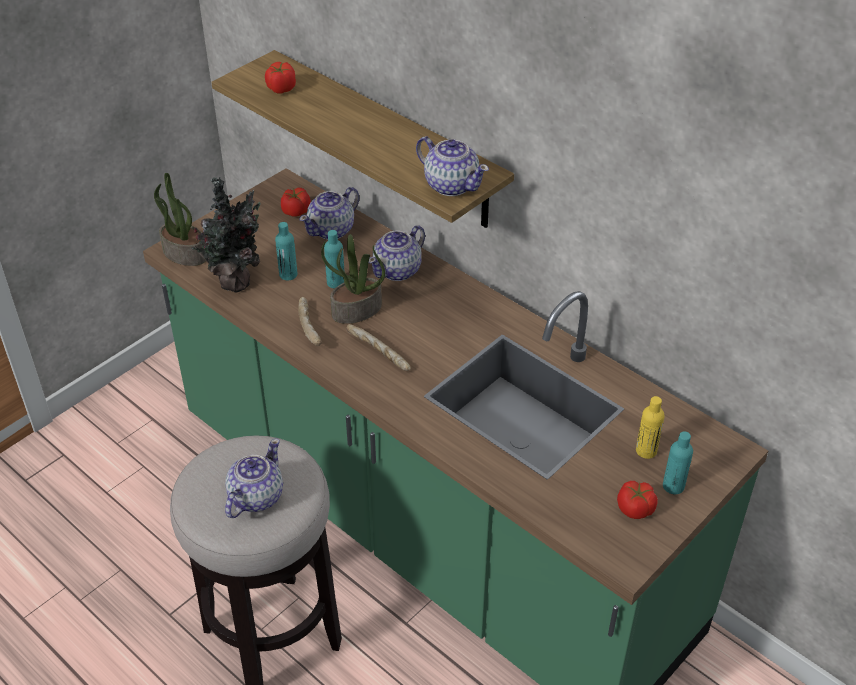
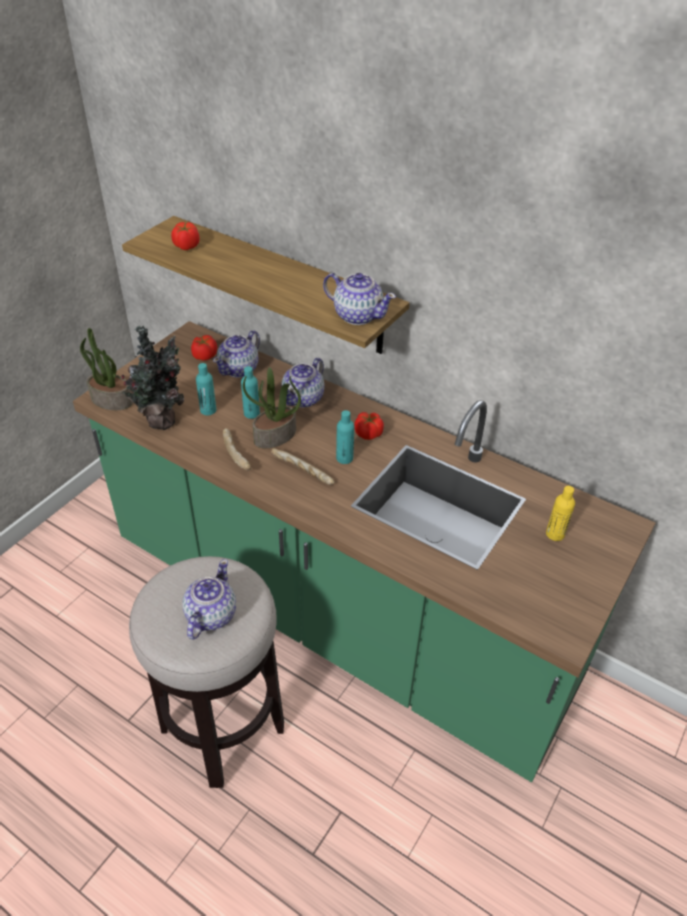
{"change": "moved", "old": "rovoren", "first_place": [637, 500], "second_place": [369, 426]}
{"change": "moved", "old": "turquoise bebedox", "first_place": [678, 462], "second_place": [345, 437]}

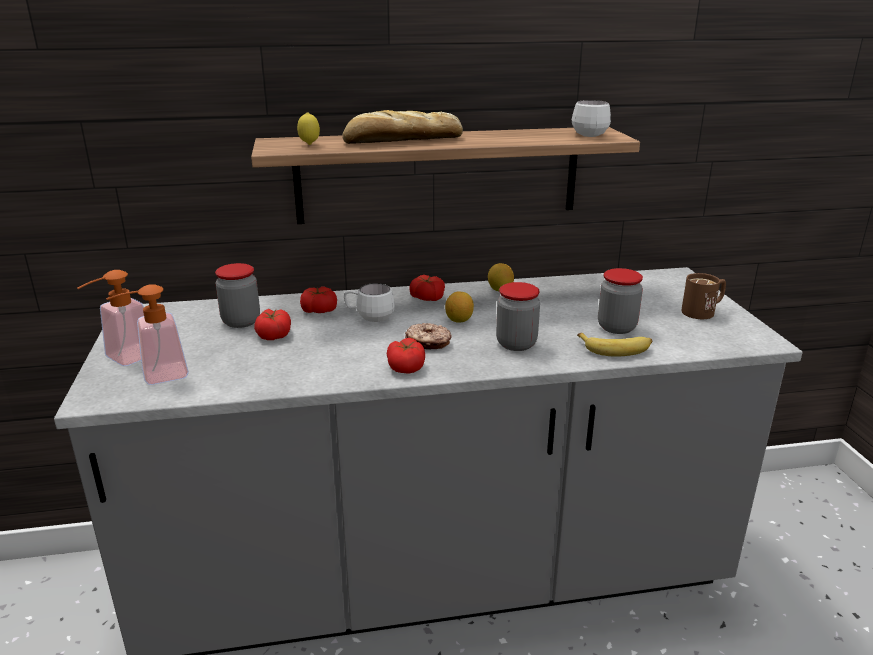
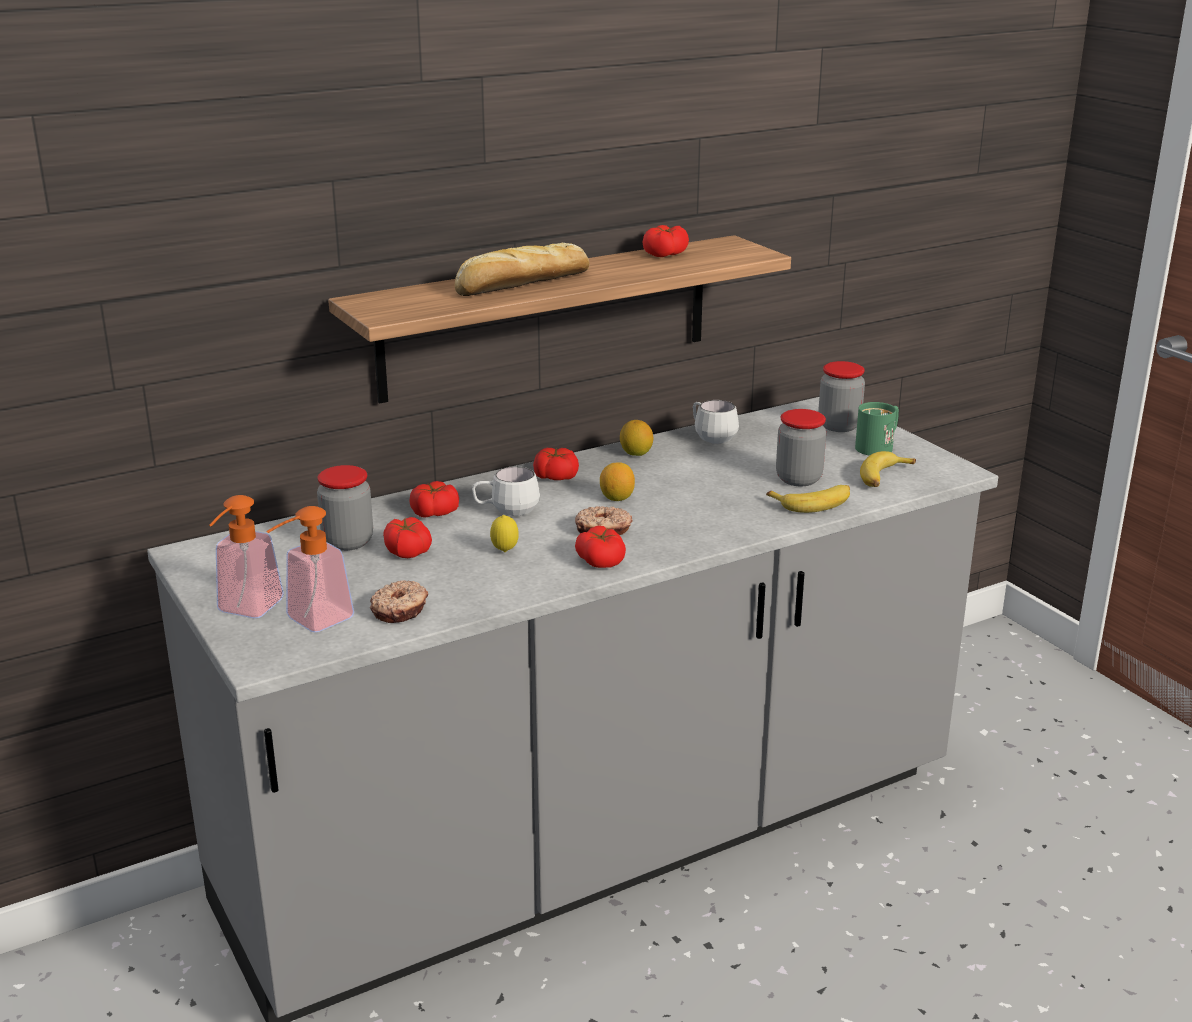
{"change": "added", "new": "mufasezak", "second_place": [399, 601]}
{"change": "added", "new": "rovoren", "second_place": [666, 241]}
{"change": "added", "new": "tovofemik", "second_place": [888, 469]}
{"change": "moved", "old": "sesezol", "first_place": [308, 129], "second_place": [504, 533]}
{"change": "moved", "old": "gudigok", "first_place": [518, 316], "second_place": [841, 396]}
{"change": "moved", "old": "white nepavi", "first_place": [591, 118], "second_place": [716, 422]}
{"change": "recoloured", "old": "brown nepavi", "new": "green nepavi", "first_place": [703, 296], "second_place": [877, 429]}

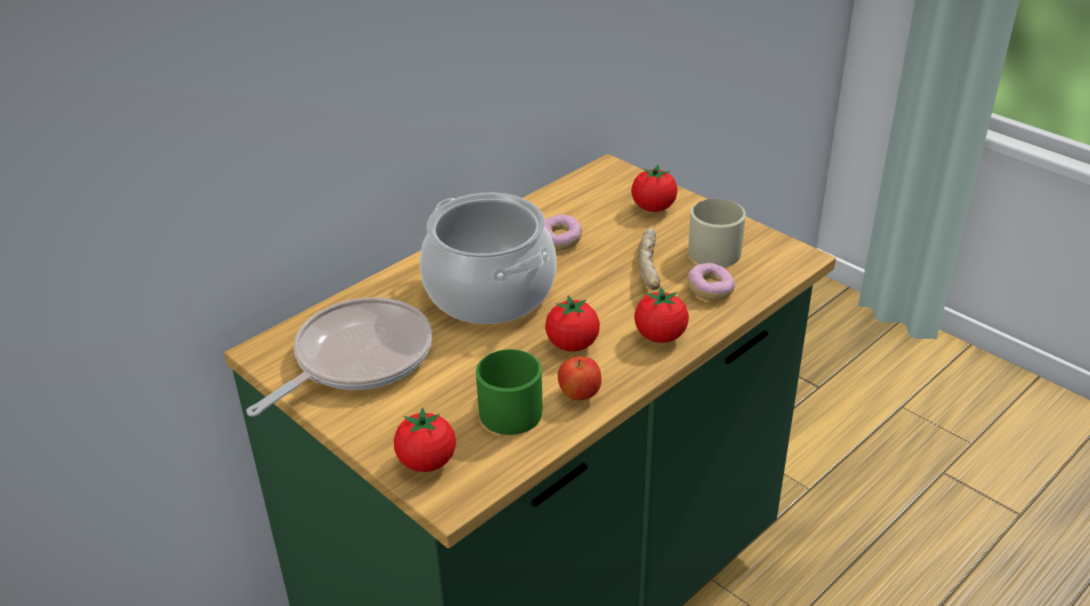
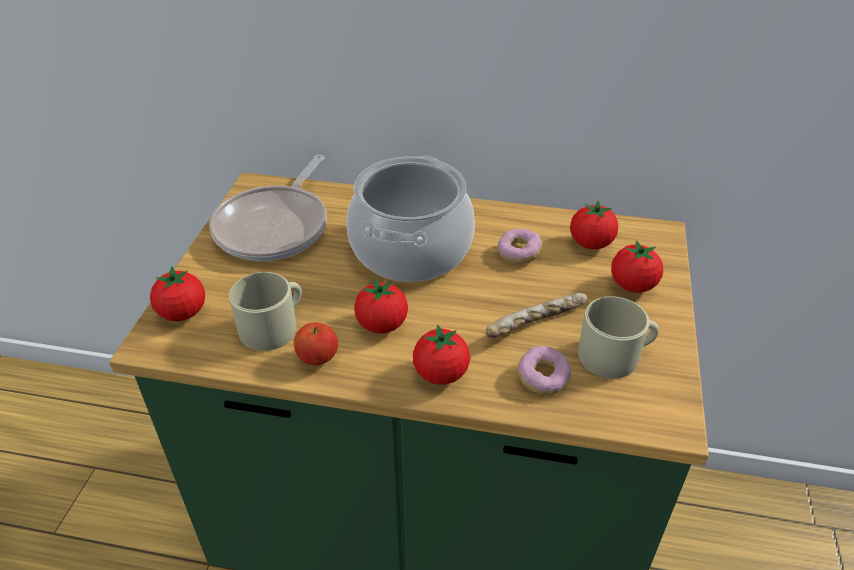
{"change": "added", "new": "rovoren", "second_place": [594, 224]}
{"change": "recoloured", "old": "green nepavi", "new": "beige nepavi", "first_place": [509, 392], "second_place": [265, 311]}
{"change": "turned", "old": "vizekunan", "first_place": [339, 357], "second_place": [268, 208], "degrees": 105}

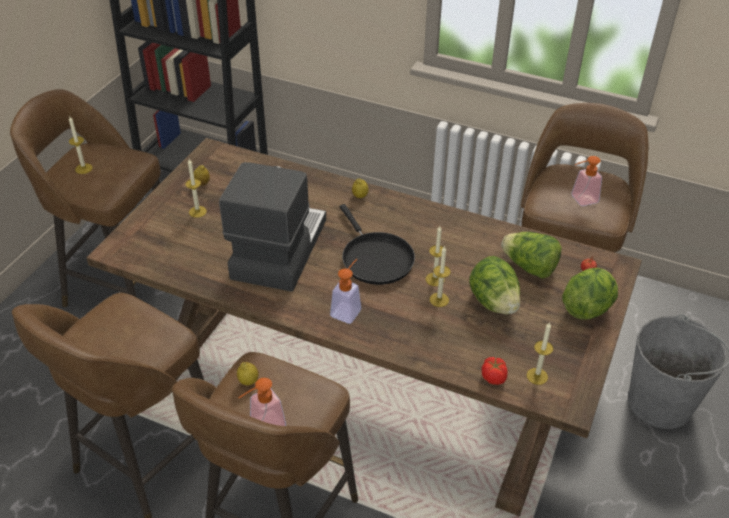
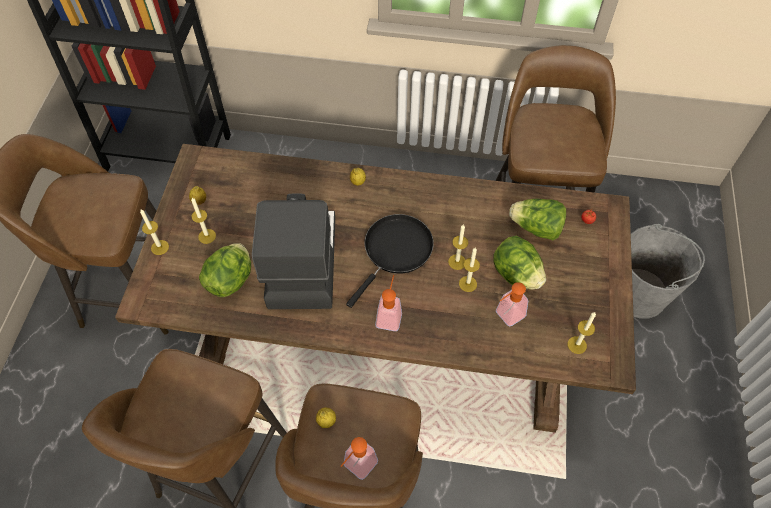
{"change": "removed", "old": "rovoren", "first_place": [495, 371]}
{"change": "moved", "old": "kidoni", "first_place": [81, 145], "second_place": [154, 232]}
{"change": "moved", "old": "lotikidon", "first_place": [590, 294], "second_place": [225, 270]}
{"change": "moved", "old": "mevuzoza", "first_place": [586, 181], "second_place": [512, 304]}
{"change": "turned", "old": "black vizekunan", "first_place": [377, 244], "second_place": [390, 261], "degrees": -105}

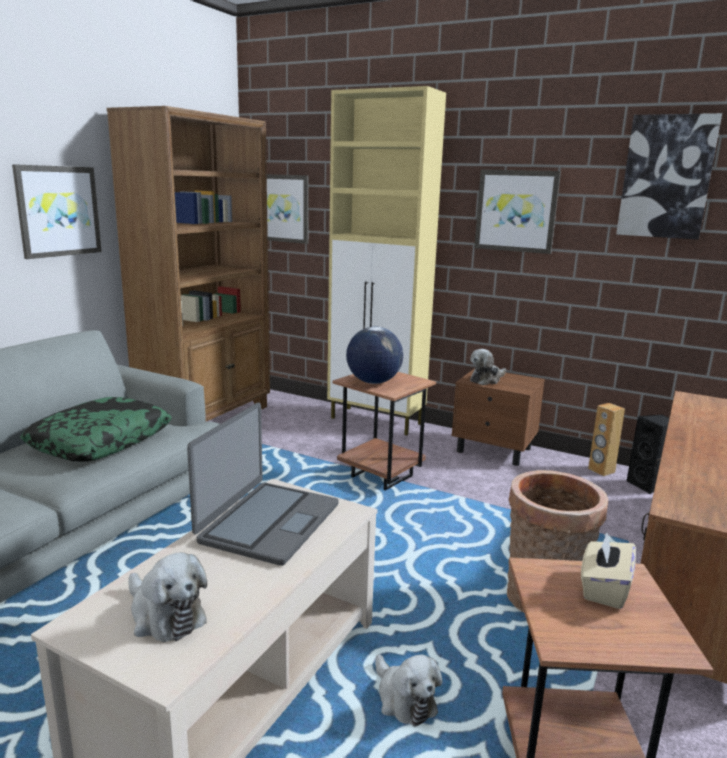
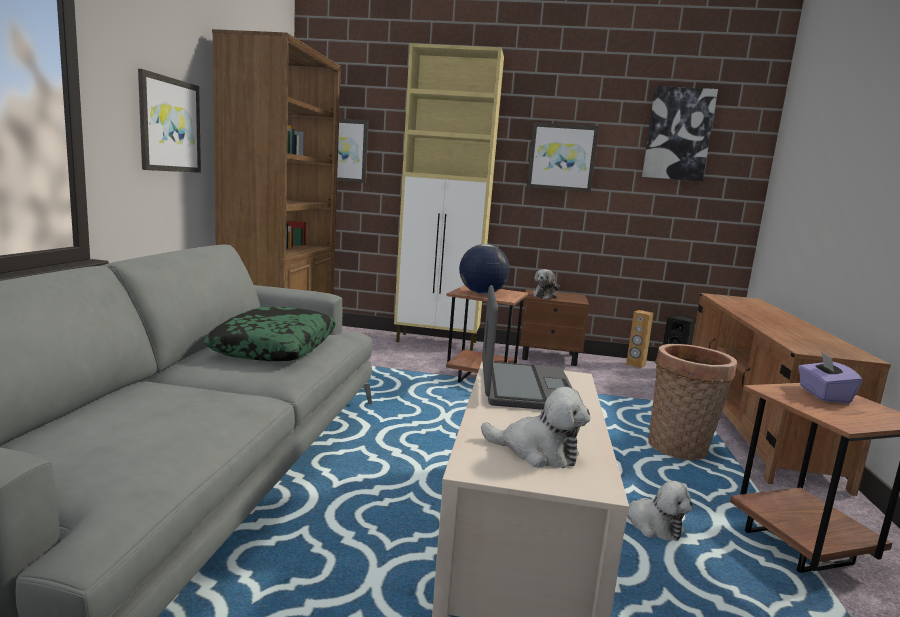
{"change": "recoloured", "old": "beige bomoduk", "new": "purple bomoduk", "first_place": [608, 570], "second_place": [830, 378]}

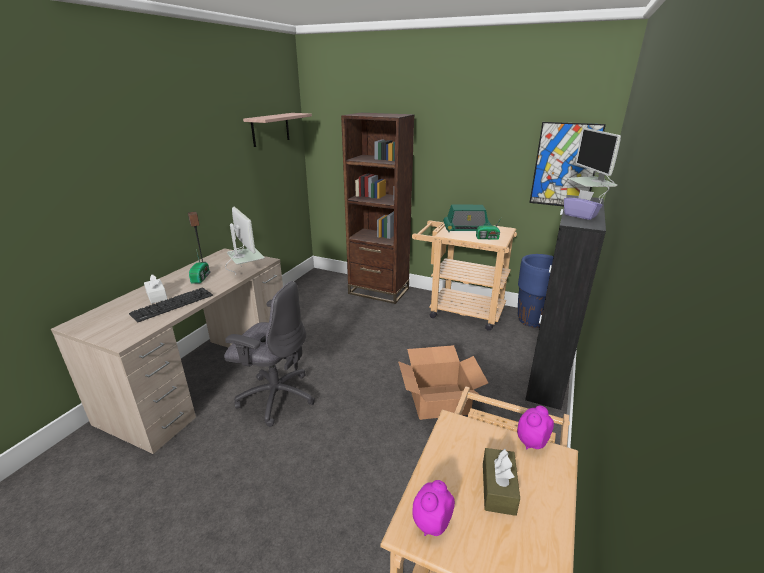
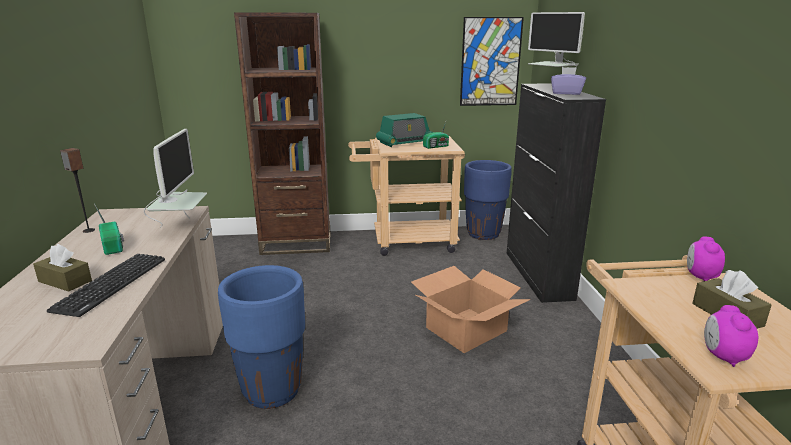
{"change": "removed", "old": "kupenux", "first_place": [277, 130]}
{"change": "replaced", "old": "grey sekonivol", "new": "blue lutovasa", "first_place": [269, 354], "second_place": [261, 337]}
{"change": "recoloured", "old": "white bomoduk", "new": "brown bomoduk", "first_place": [155, 289], "second_place": [62, 268]}
{"change": "turned", "old": "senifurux", "first_place": [245, 241], "second_place": [175, 178], "degrees": 60}

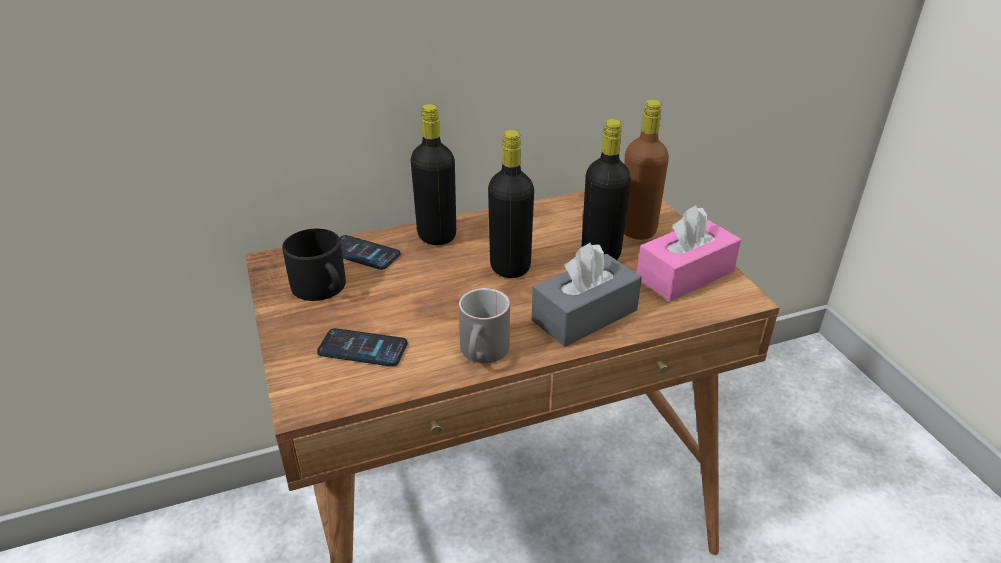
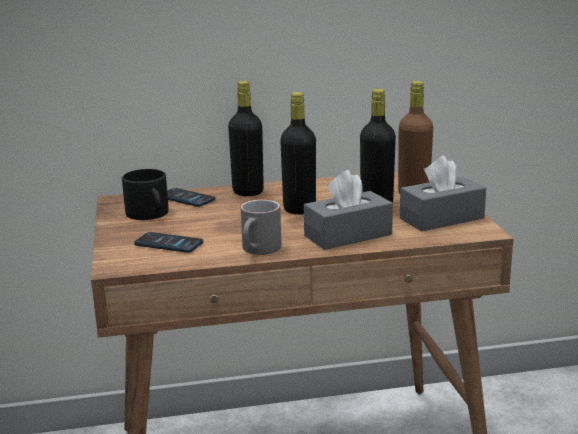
{"change": "recoloured", "old": "pink bomoduk", "new": "grey bomoduk", "first_place": [689, 253], "second_place": [443, 193]}

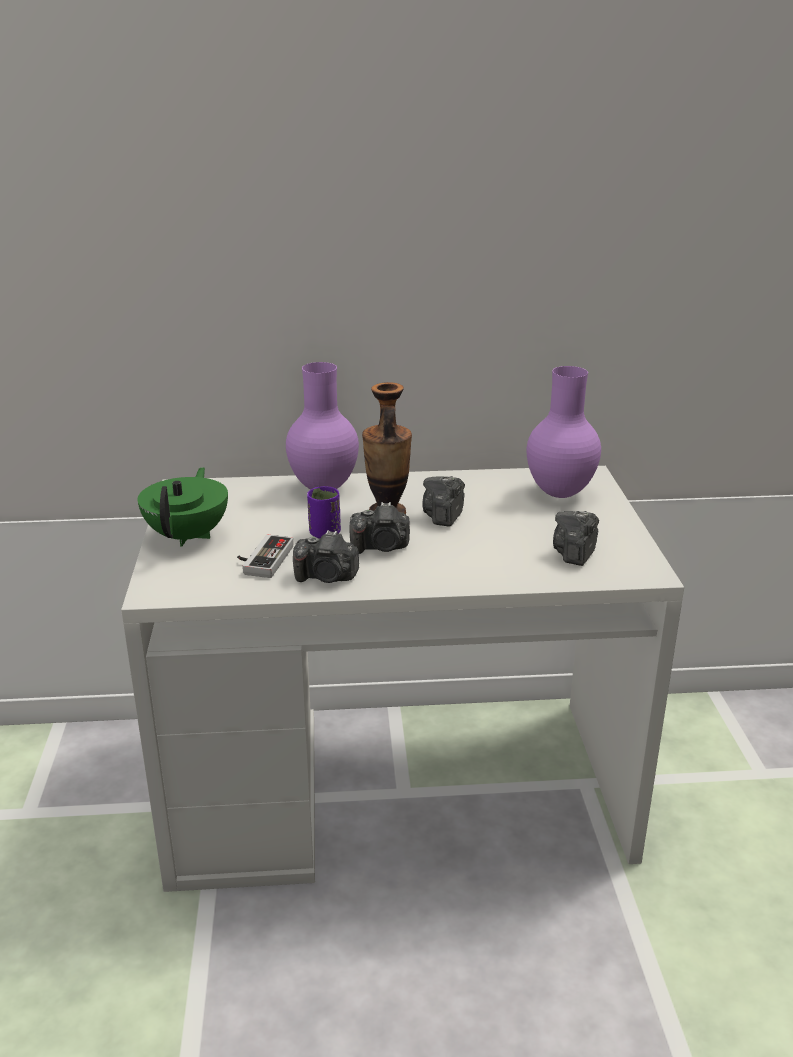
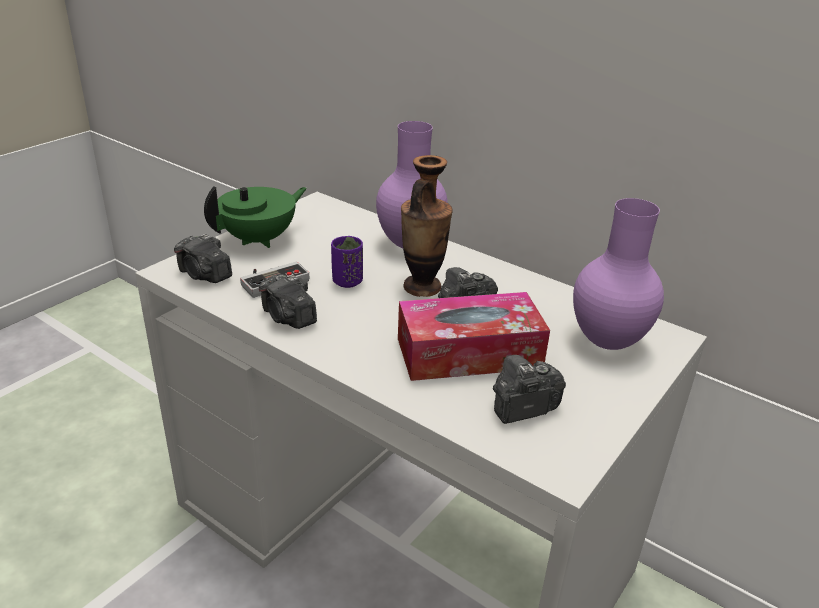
{"change": "added", "new": "bomoduk", "second_place": [474, 336]}
{"change": "moved", "old": "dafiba", "first_place": [379, 528], "second_place": [203, 258]}

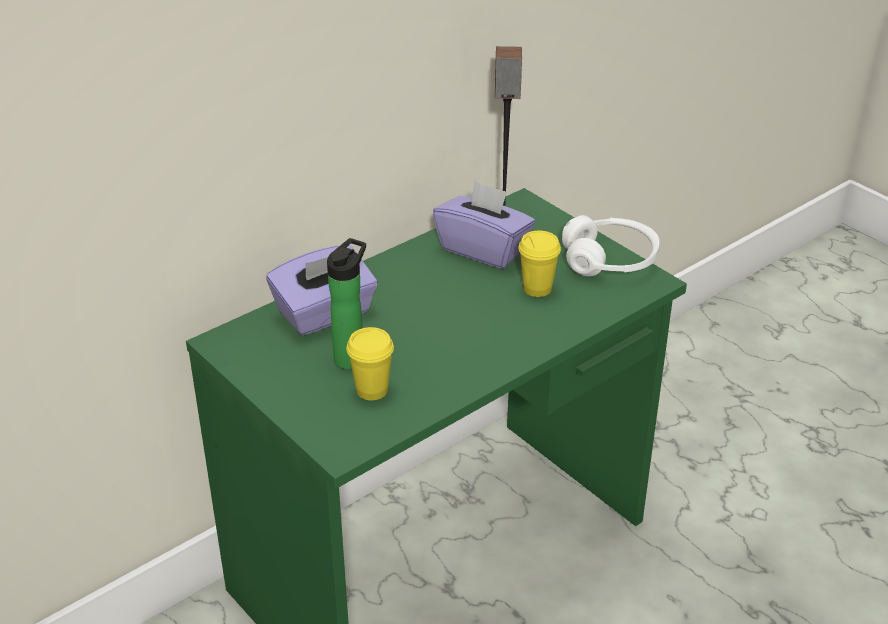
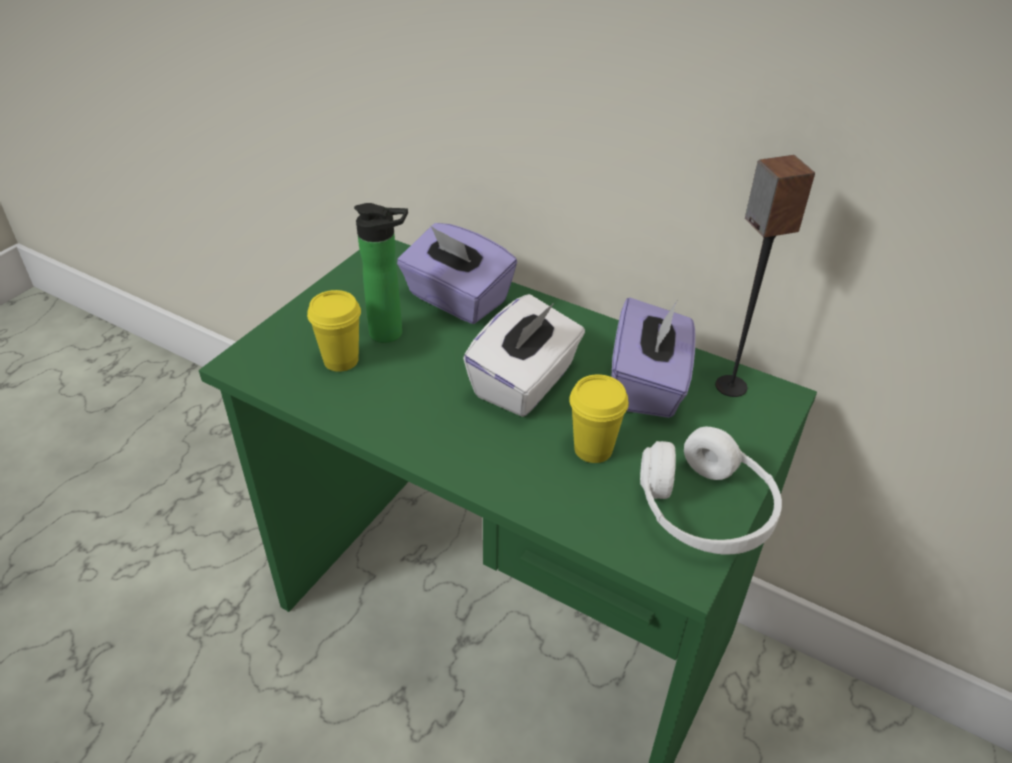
{"change": "added", "new": "white bomoduk", "second_place": [524, 355]}

